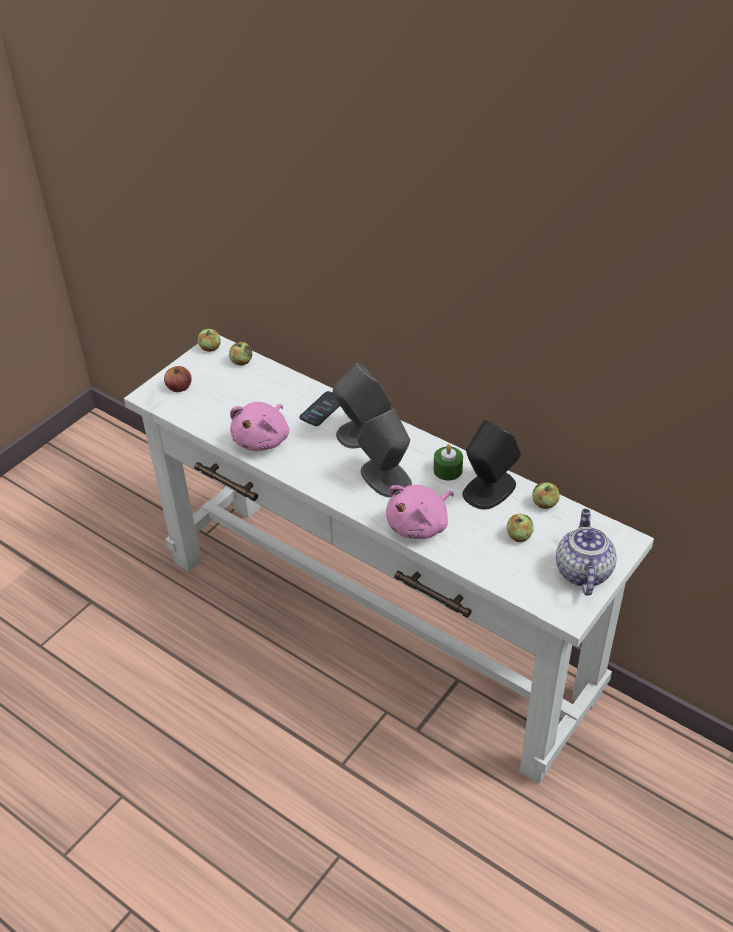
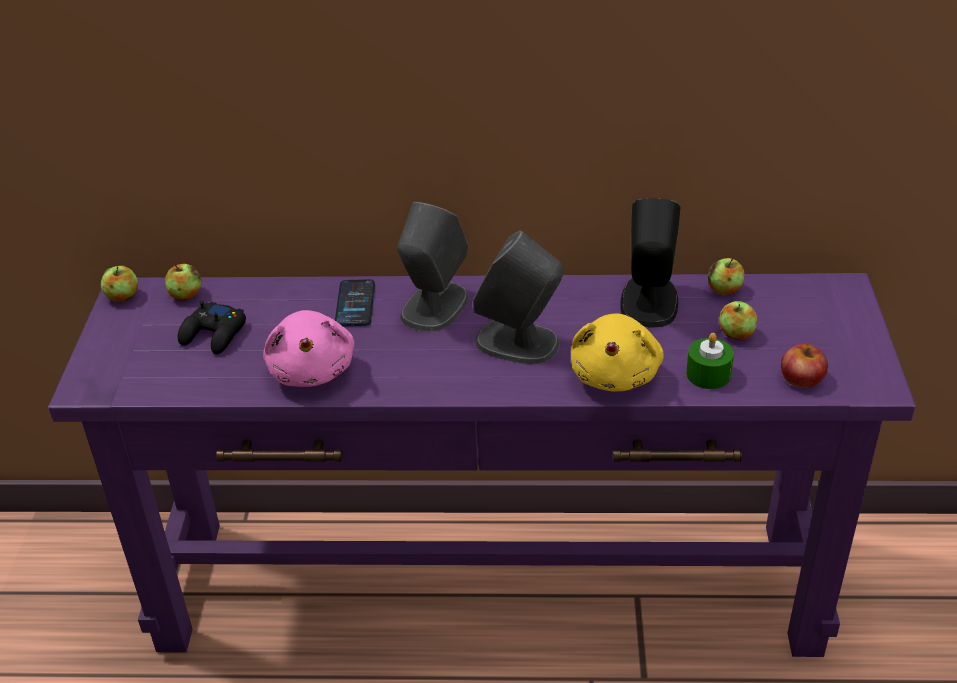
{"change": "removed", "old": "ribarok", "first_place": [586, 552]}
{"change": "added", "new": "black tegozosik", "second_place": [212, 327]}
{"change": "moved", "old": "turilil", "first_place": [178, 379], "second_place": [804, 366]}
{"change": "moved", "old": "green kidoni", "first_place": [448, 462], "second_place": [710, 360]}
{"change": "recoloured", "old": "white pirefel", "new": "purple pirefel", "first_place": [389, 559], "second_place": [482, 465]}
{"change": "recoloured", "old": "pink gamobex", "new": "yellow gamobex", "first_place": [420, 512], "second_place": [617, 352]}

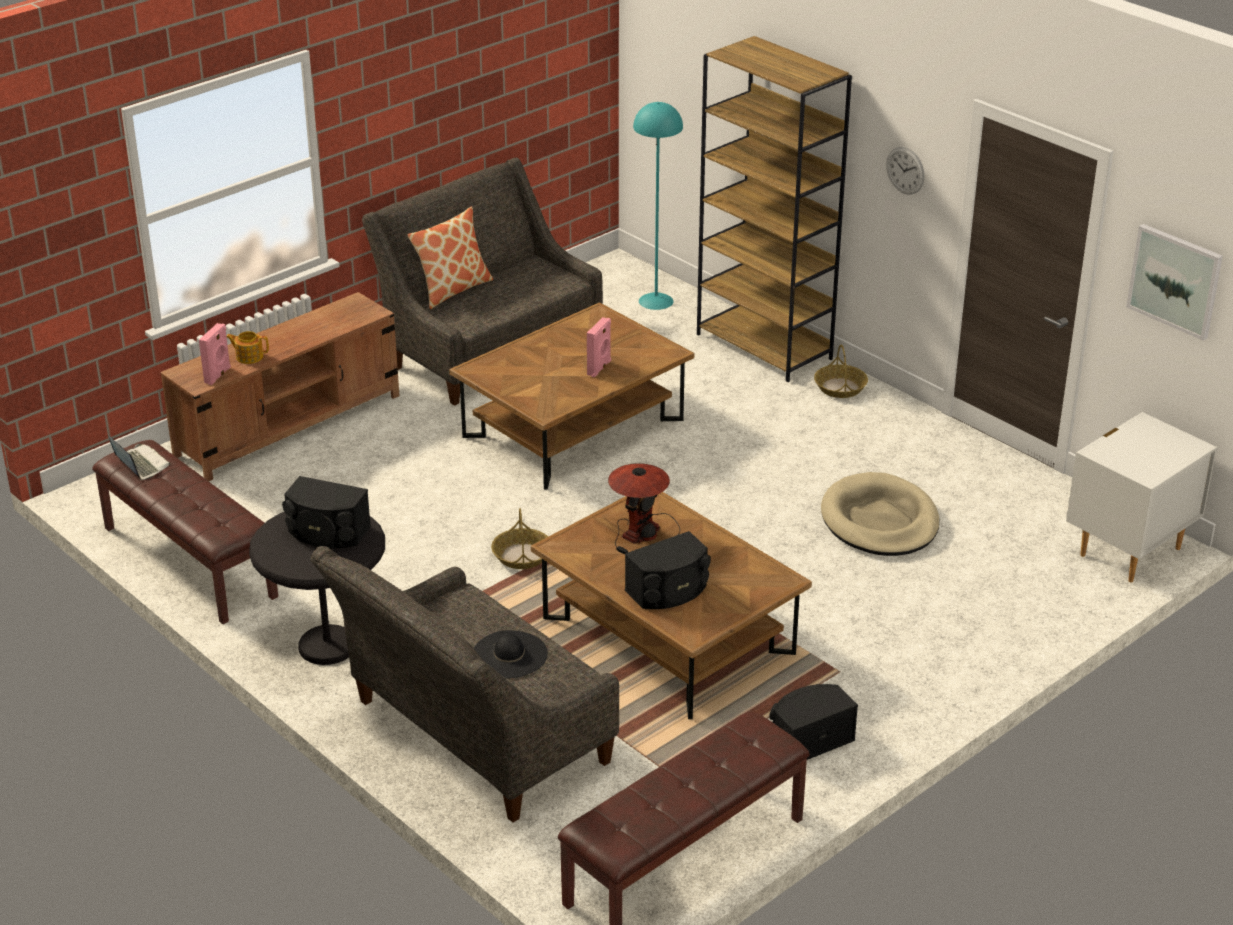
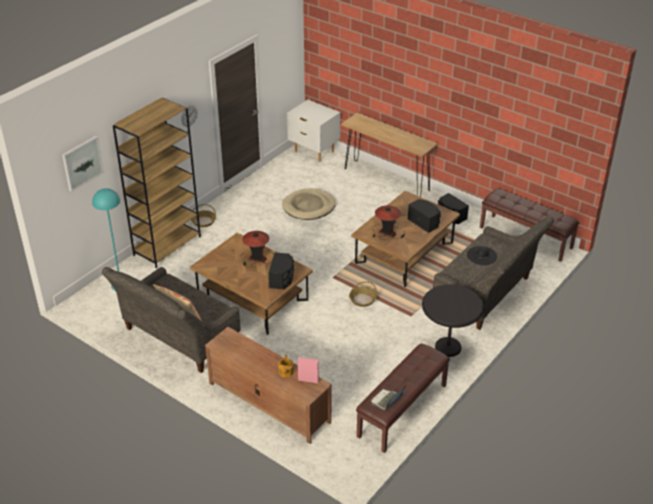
{"change": "added", "new": "brown pirefel", "second_place": [389, 155]}
{"change": "moved", "old": "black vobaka", "first_place": [326, 512], "second_place": [281, 270]}
{"change": "moved", "old": "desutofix", "first_place": [1174, 282], "second_place": [83, 164]}
{"change": "replaced", "old": "pink vobaka", "new": "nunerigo", "first_place": [599, 347], "second_place": [256, 249]}

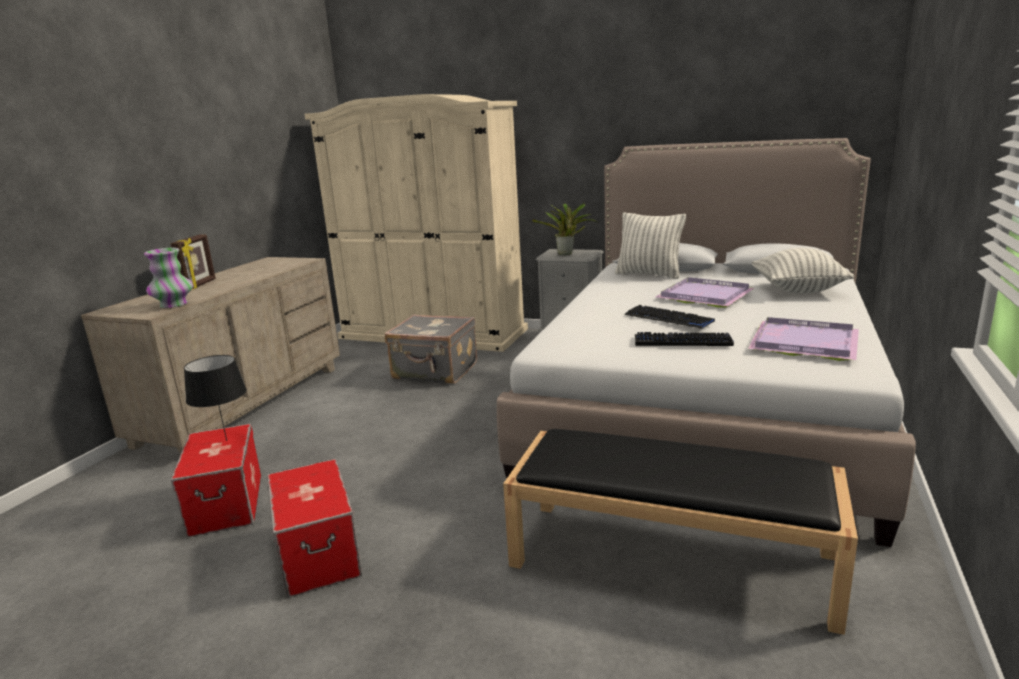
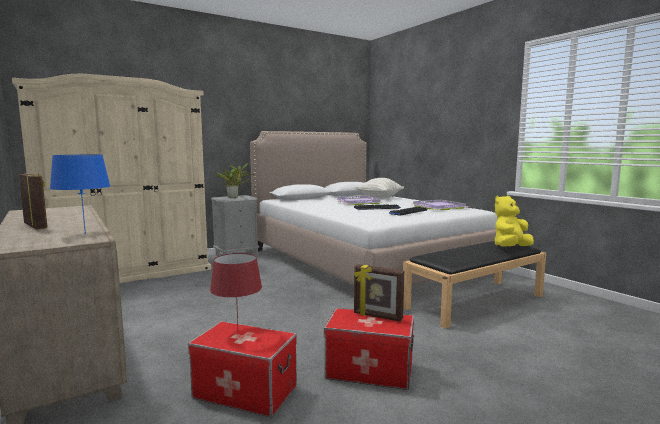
{"change": "removed", "old": "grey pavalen", "first_place": [431, 349]}
{"change": "removed", "old": "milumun", "first_place": [650, 245]}
{"change": "added", "new": "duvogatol", "second_place": [379, 293]}
{"change": "added", "new": "yellow gamobex", "second_place": [514, 221]}
{"change": "replaced", "old": "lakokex", "new": "blue nunerigo", "first_place": [168, 278], "second_place": [80, 194]}
{"change": "recoloured", "old": "black nunerigo", "new": "red nunerigo", "first_place": [215, 398], "second_place": [236, 291]}

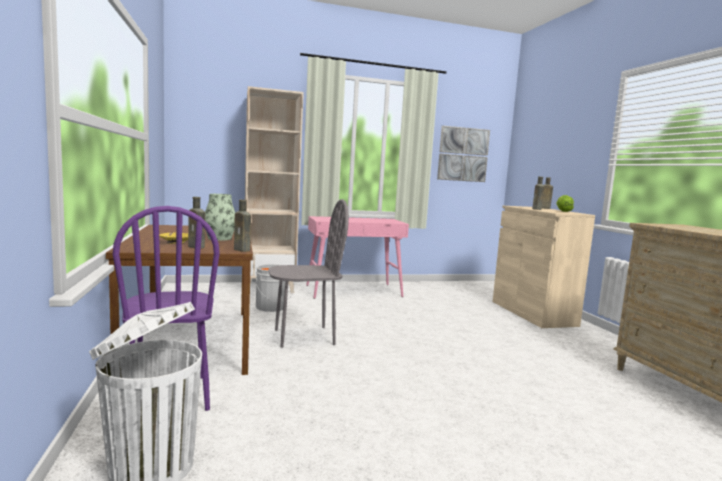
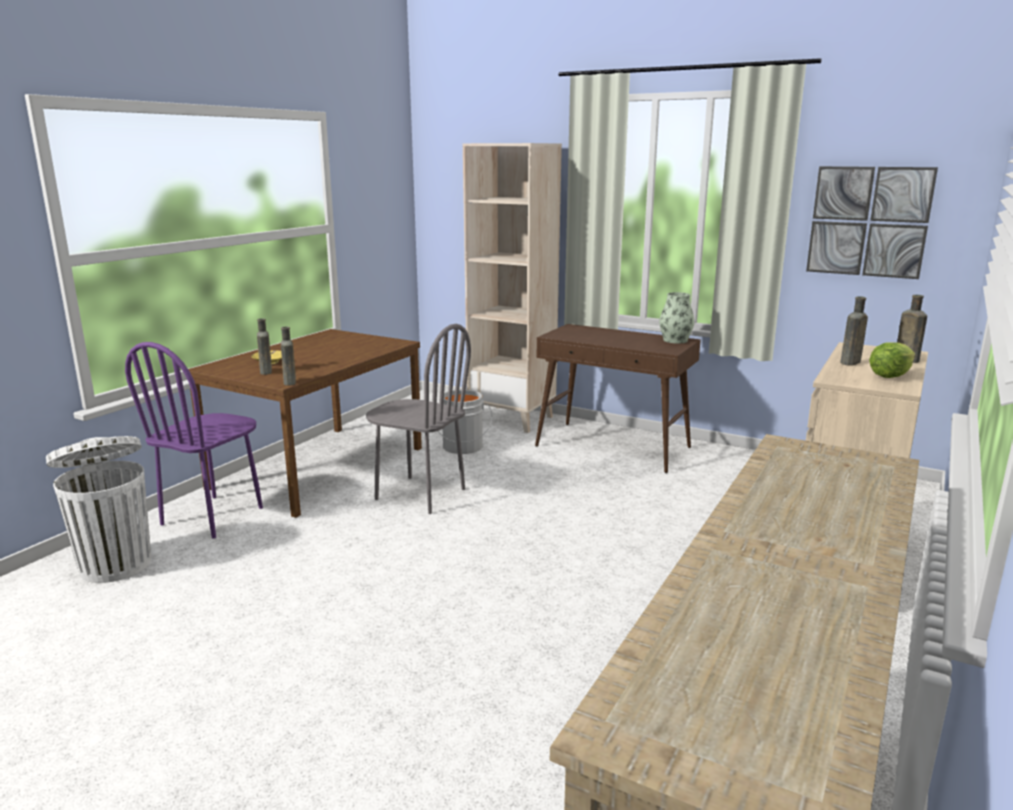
{"change": "moved", "old": "lakokex", "first_place": [220, 217], "second_place": [677, 318]}
{"change": "recoloured", "old": "pink pirefel", "new": "brown pirefel", "first_place": [357, 257], "second_place": [618, 398]}

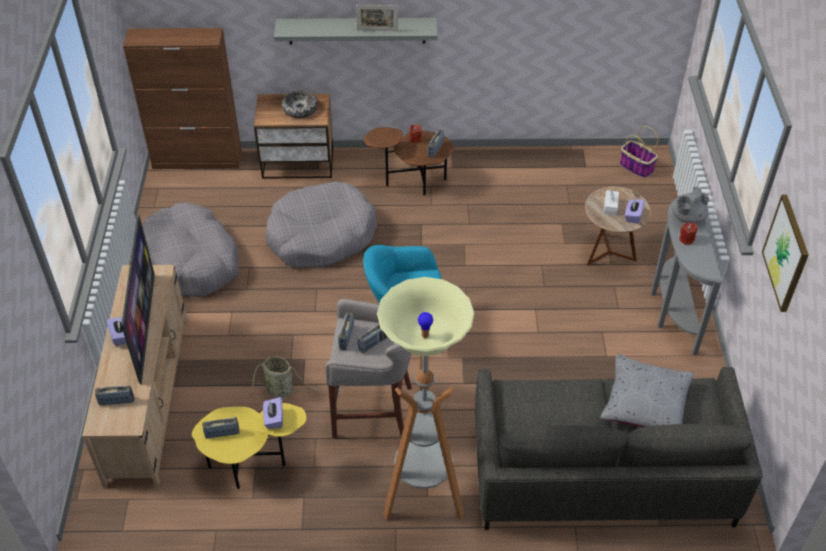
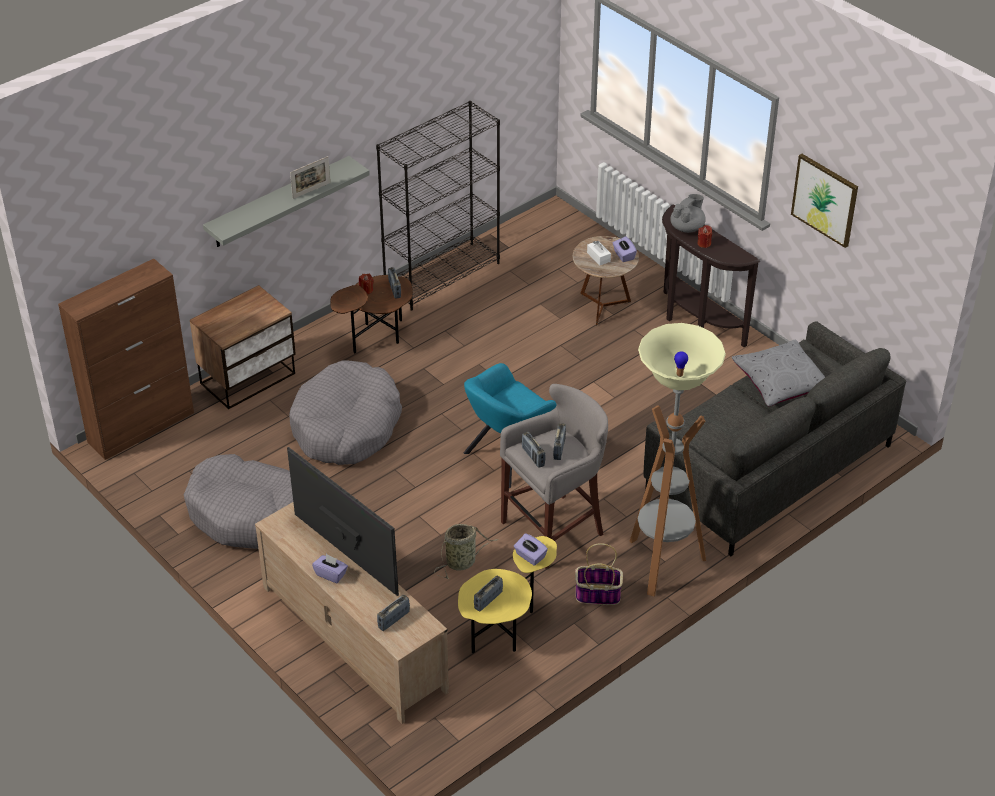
{"change": "removed", "old": "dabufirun", "first_place": [300, 104]}
{"change": "added", "new": "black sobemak", "second_place": [438, 206]}
{"change": "moved", "old": "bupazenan", "first_place": [638, 152], "second_place": [599, 574]}
{"change": "recoloured", "old": "grey pirefel", "new": "brown pirefel", "first_place": [686, 274], "second_place": [711, 275]}
{"change": "turned", "old": "grey ribarok", "first_place": [690, 205], "second_place": [688, 213], "degrees": -150}

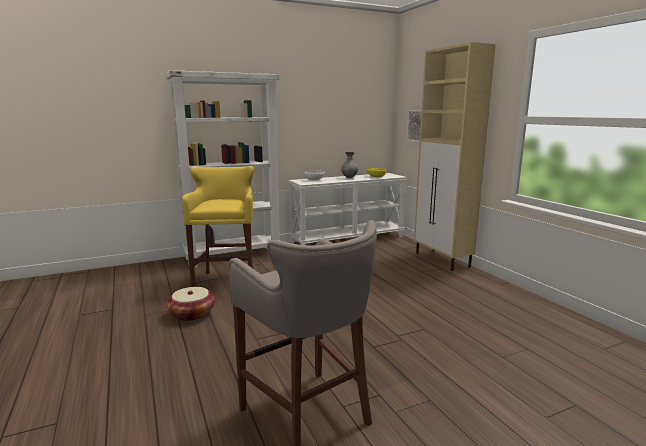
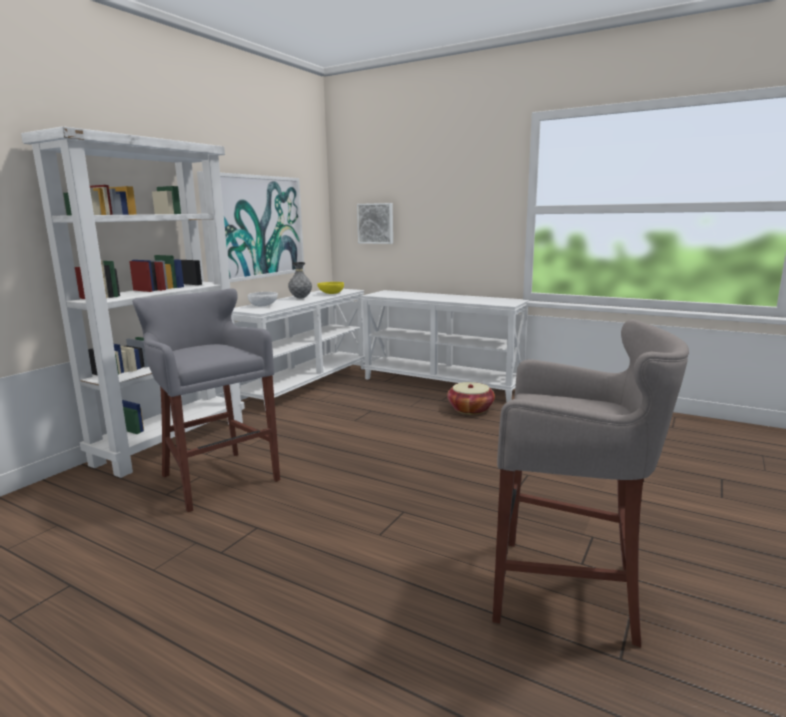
{"change": "added", "new": "desutofix", "second_place": [250, 226]}
{"change": "moved", "old": "bupazenan", "first_place": [191, 304], "second_place": [471, 398]}
{"change": "replaced", "old": "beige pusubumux", "new": "white pirefel", "first_place": [455, 156], "second_place": [446, 346]}
{"change": "recoloured", "old": "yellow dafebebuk", "new": "grey dafebebuk", "first_place": [218, 226], "second_place": [206, 400]}

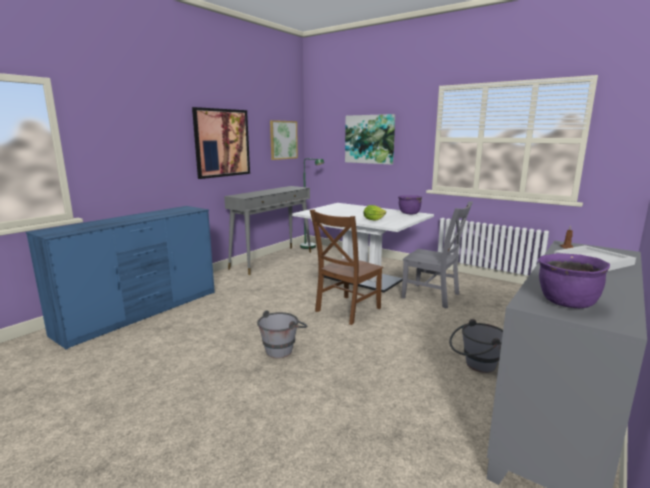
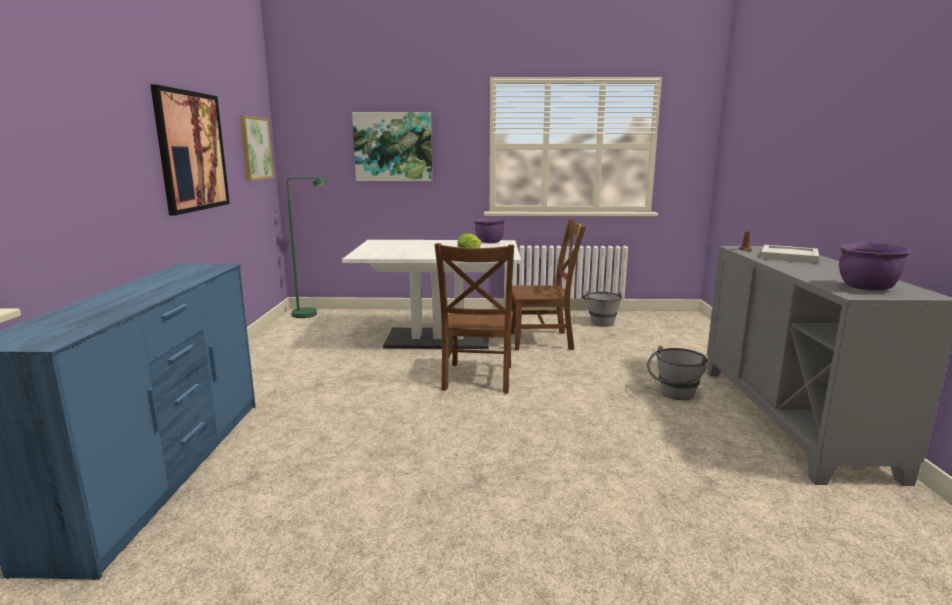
{"change": "removed", "old": "grey pirefel", "first_place": [267, 230]}
{"change": "moved", "old": "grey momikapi", "first_place": [282, 334], "second_place": [602, 309]}
{"change": "recoloured", "old": "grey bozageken", "new": "brown bozageken", "first_place": [437, 255], "second_place": [548, 284]}

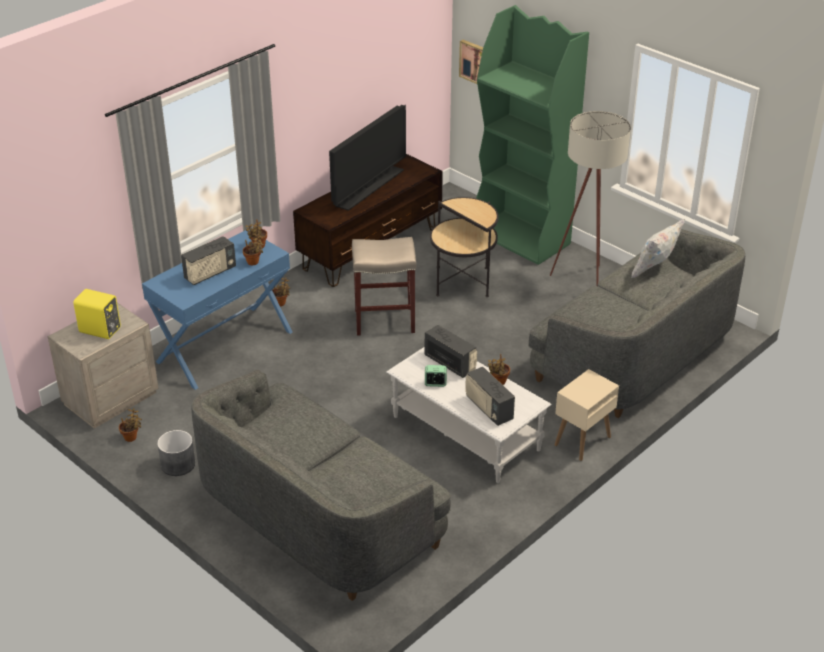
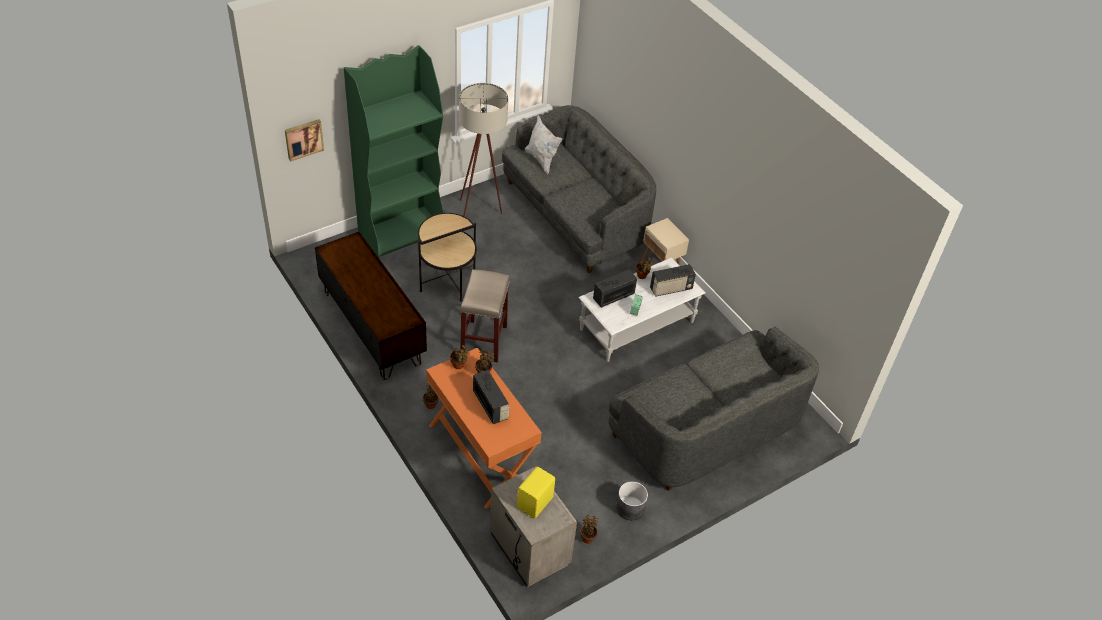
{"change": "removed", "old": "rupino", "first_place": [367, 158]}
{"change": "recoloured", "old": "blue pirefel", "new": "orange pirefel", "first_place": [217, 310], "second_place": [484, 428]}

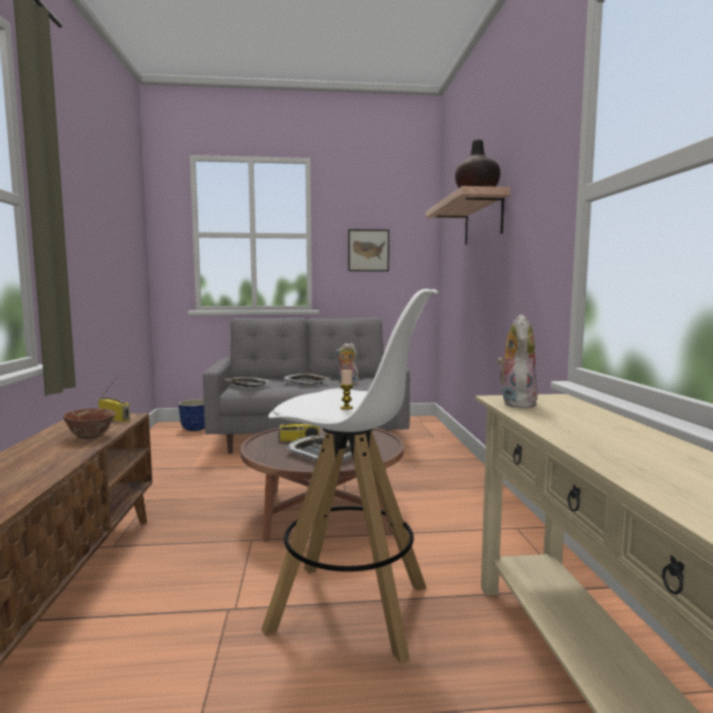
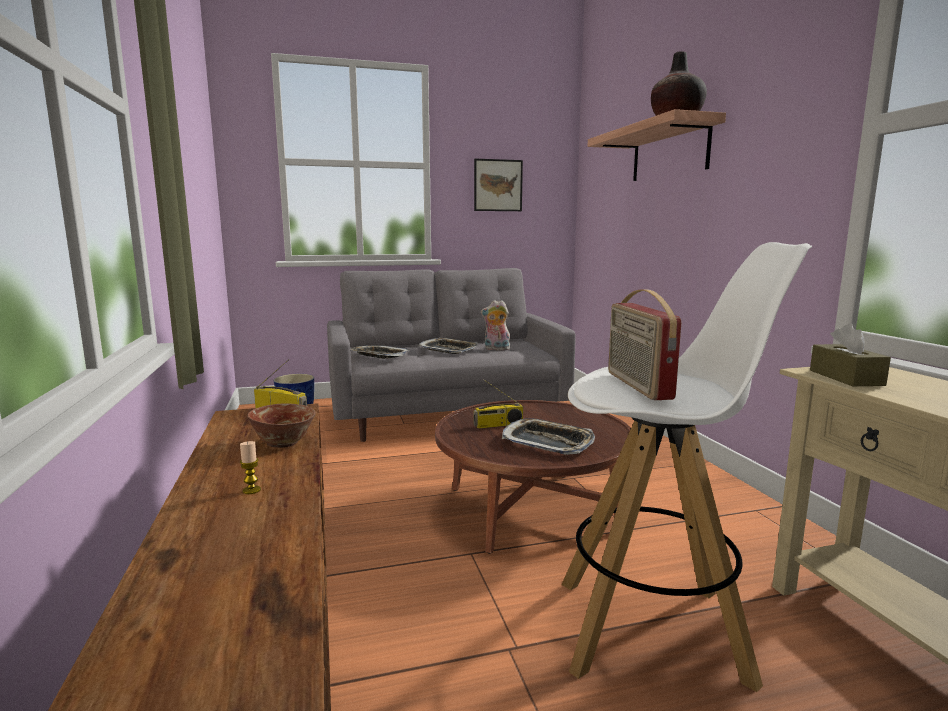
{"change": "added", "new": "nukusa", "second_place": [645, 344]}
{"change": "moved", "old": "kidoni", "first_place": [346, 390], "second_place": [250, 467]}
{"change": "replaced", "old": "gamobex", "new": "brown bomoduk", "first_place": [517, 361], "second_place": [850, 354]}

